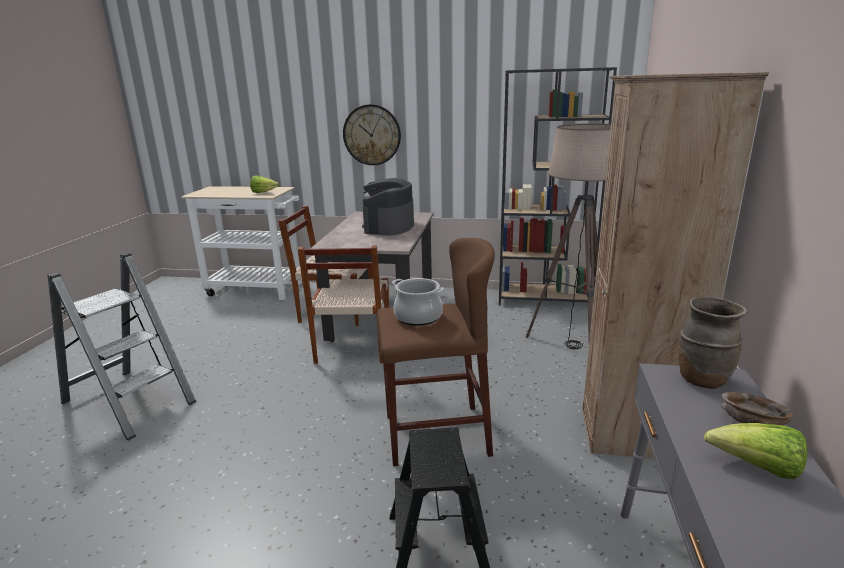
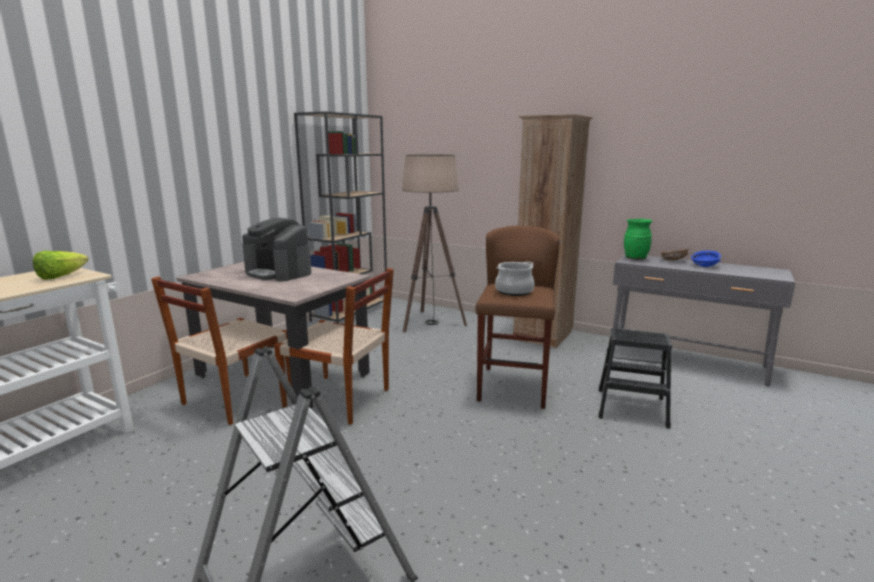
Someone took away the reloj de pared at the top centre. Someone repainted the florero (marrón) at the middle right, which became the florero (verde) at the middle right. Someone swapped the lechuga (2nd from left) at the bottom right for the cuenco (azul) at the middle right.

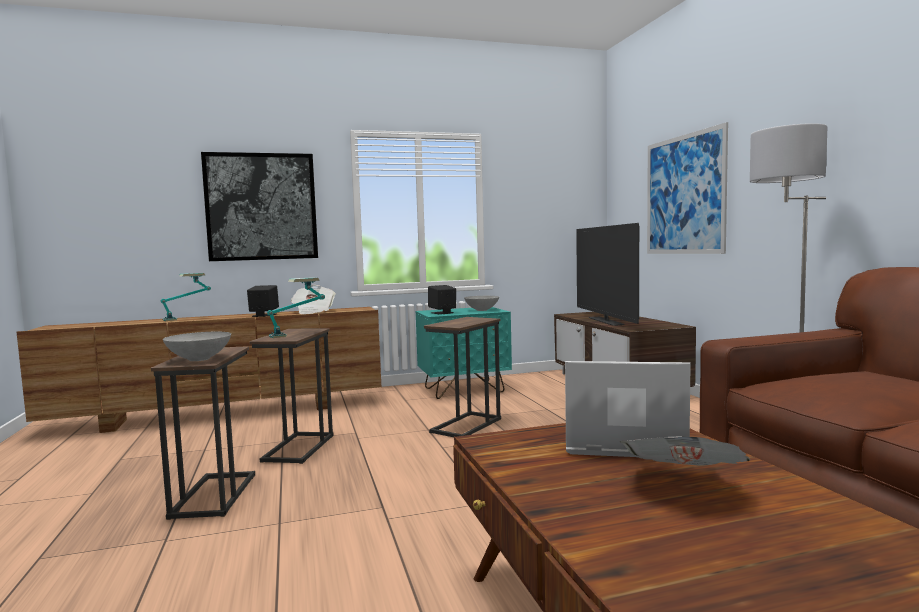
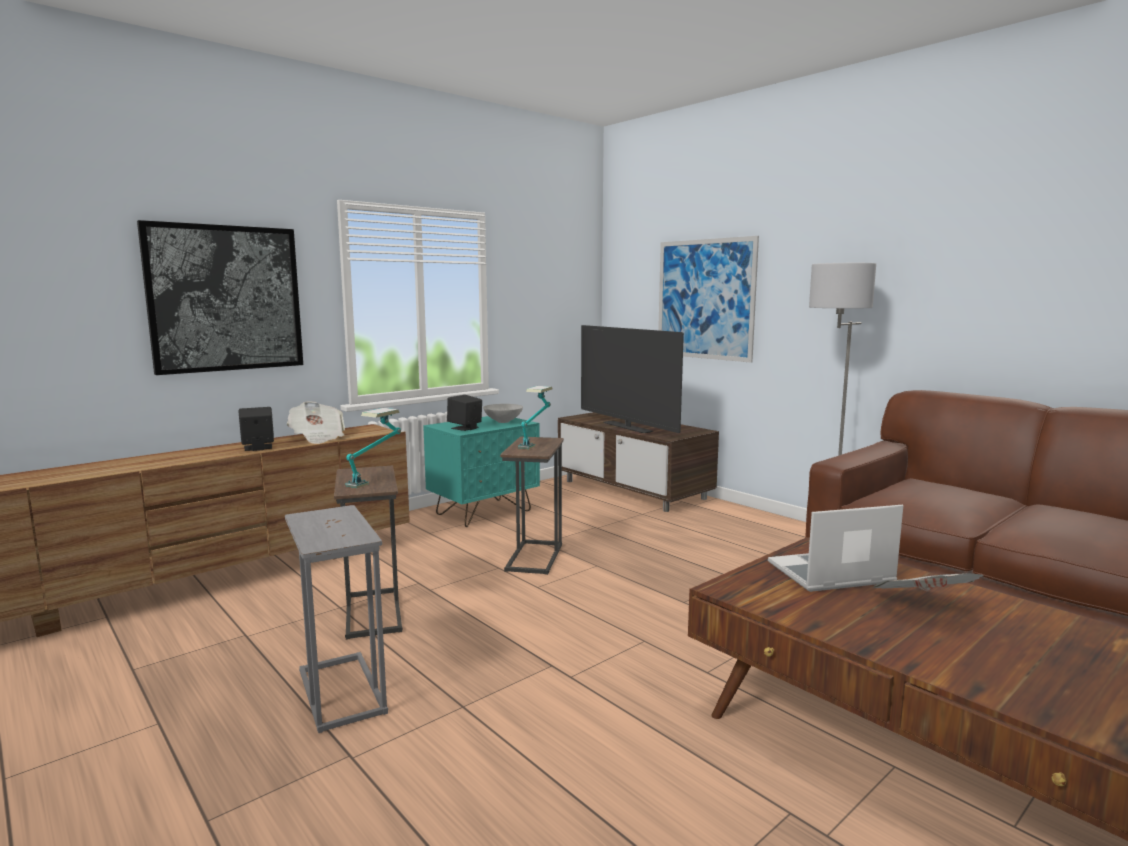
Someone repainted the mesa auxiliar (marrón) (1st from left) at the bottom left, which became the mesa auxiliar (gris) at the bottom left. Someone carried the lámpara de mesa (1st from left in the first image) from the middle left to the centre. Someone took away the cuenco (gris) (1st from left) at the middle left.

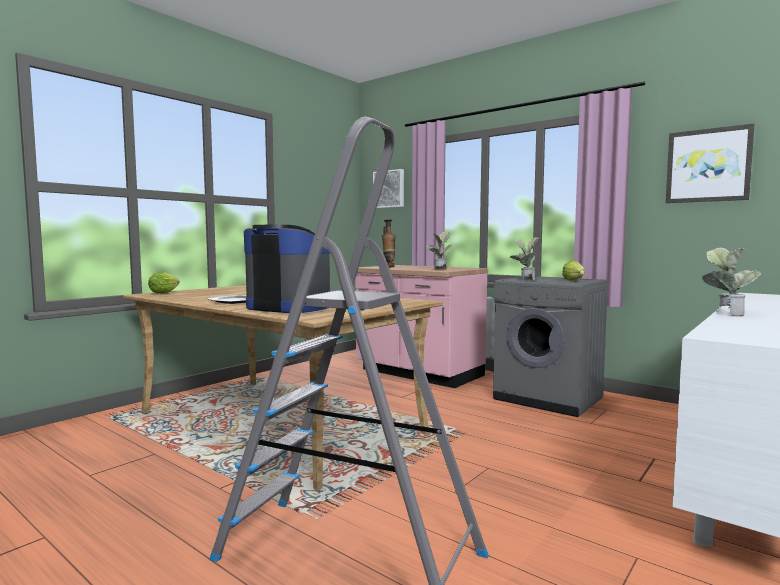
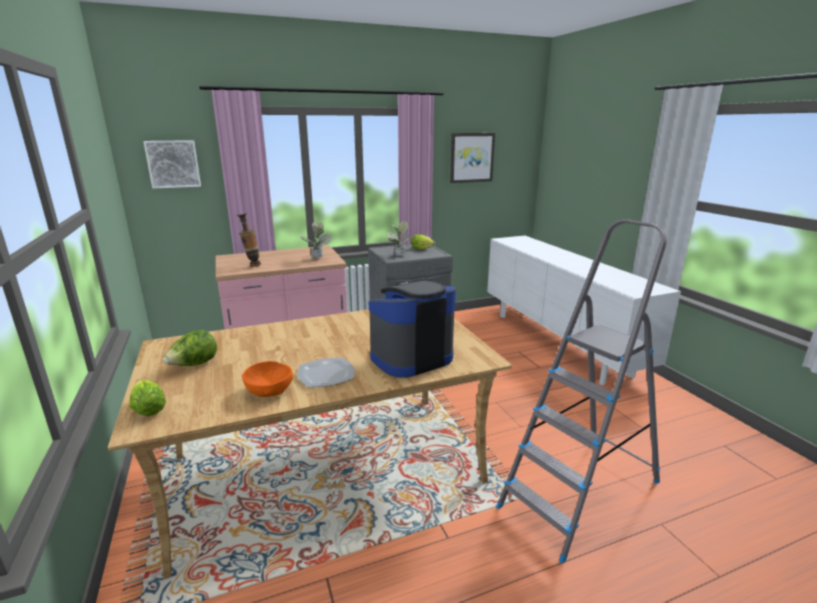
Someone took away the planta en maceta (3rd from left) at the middle right. Someone put down the lechuga (2nd from left) at the middle left. Someone put down the cuenco (naranja) at the middle left.

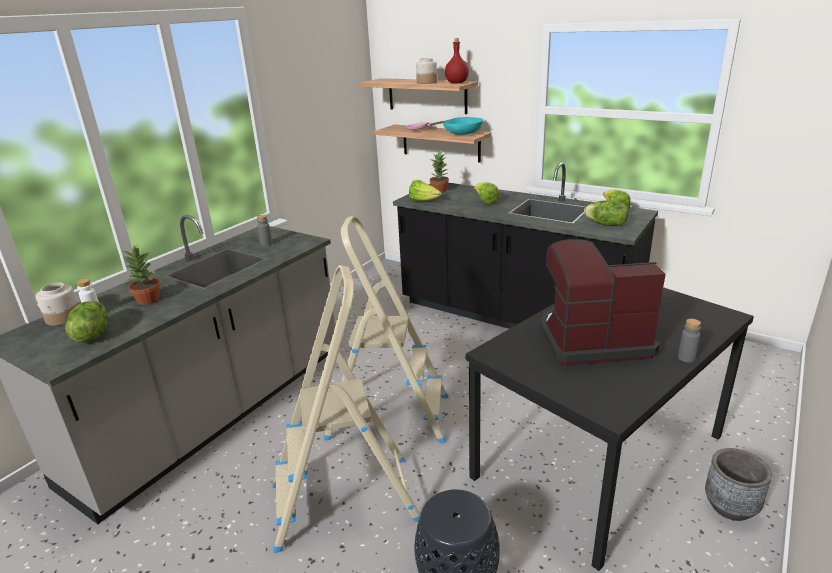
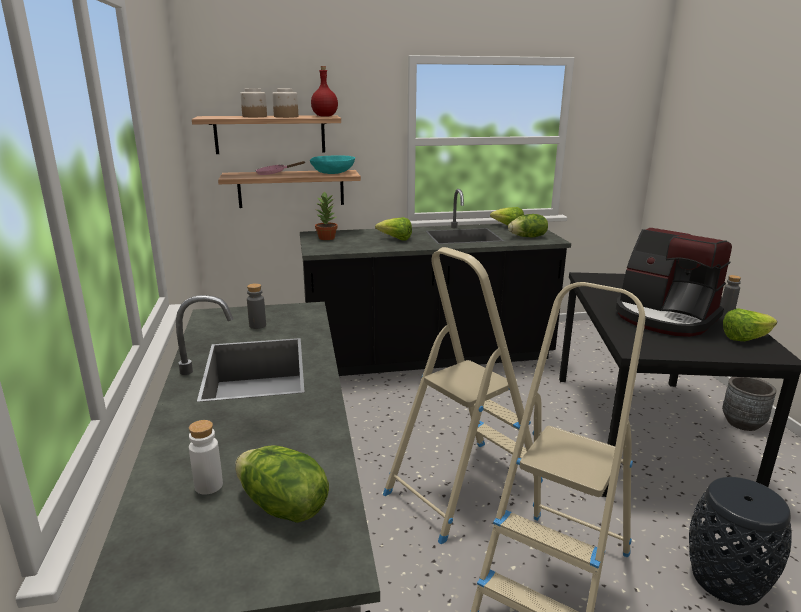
Someone carried the tarro (1st from left) from the middle left to the top left. Someone took away the planta en maceta (1st from left) at the middle left. Someone carried the lechuga (2nd from left in the first image) from the top centre to the middle right. Someone rotated the cafetera at the middle right by 90 degrees counterclockwise.

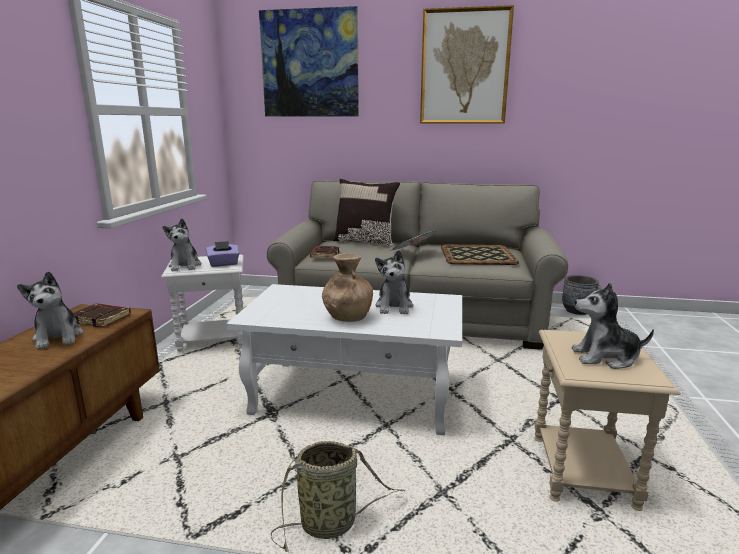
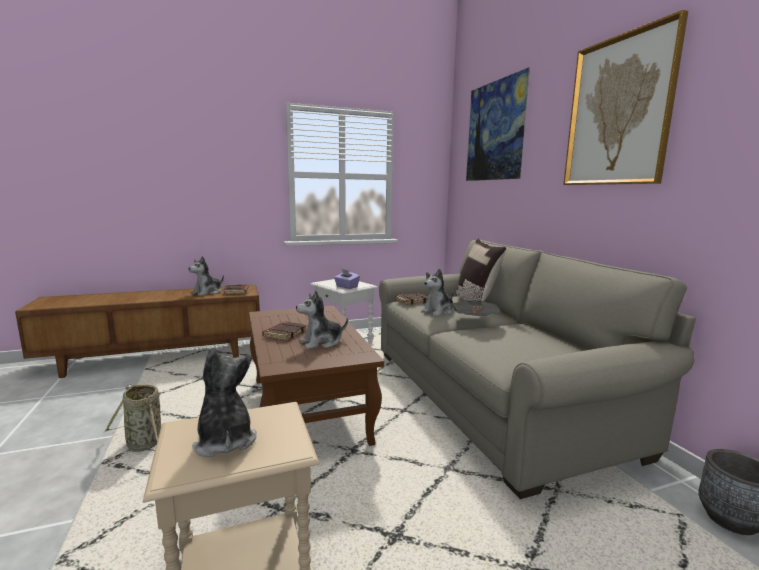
Someone carried the peluche (2nd from left in the first image) from the middle left to the centre. Someone repainted the mesa de centro (blanco) at the centre, which became the mesa de centro (marrón) at the centre. Someone swapped the florero (marrón) at the centre for the libro (marrón) (2nd from left) at the centre. Someone took away the bandeja at the centre.

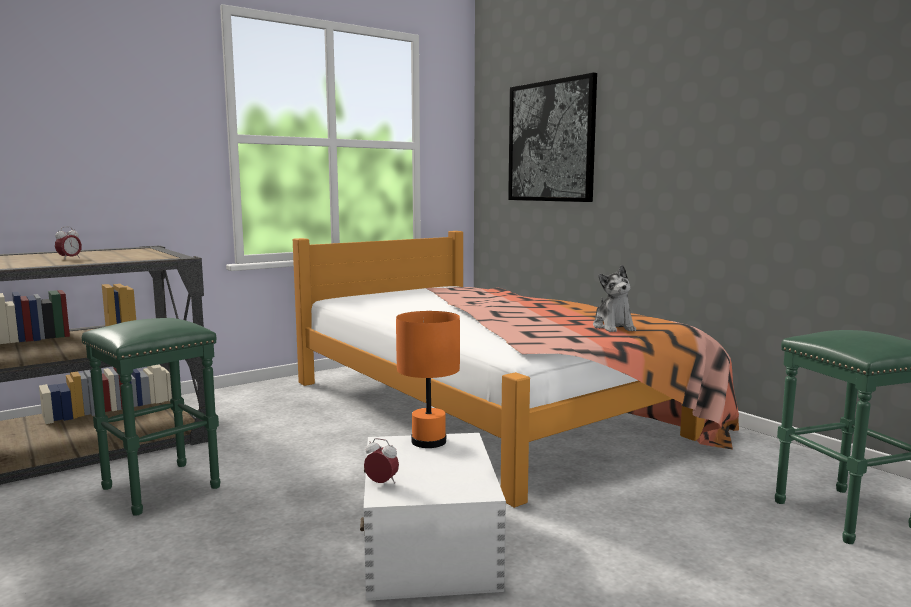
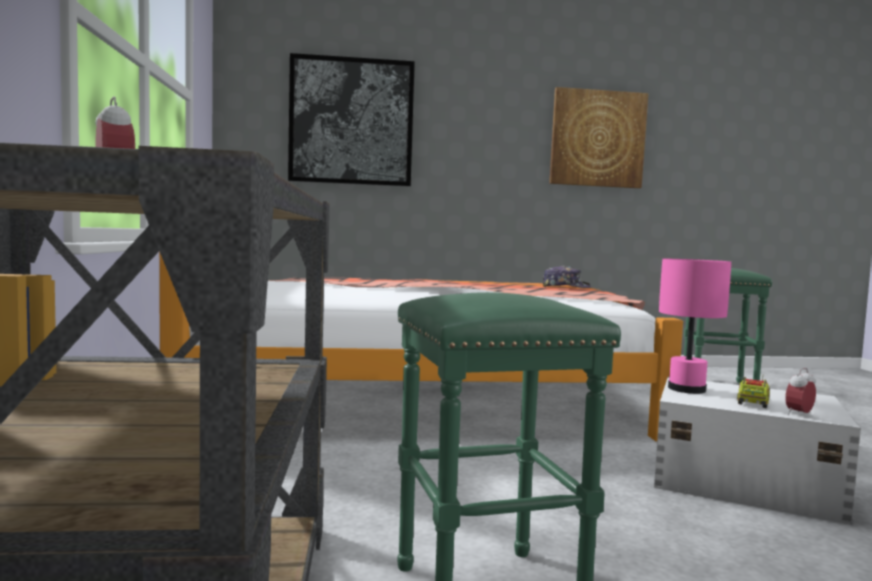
Someone repainted the lámpara de mesa (naranja) at the centre, which became the lámpara de mesa (rosa) at the middle right. Someone swapped the peluche at the middle right for the gorra at the centre. Someone put up the cuadro (2nd from left) at the top right. Someone put down the camión de juguete at the bottom right.

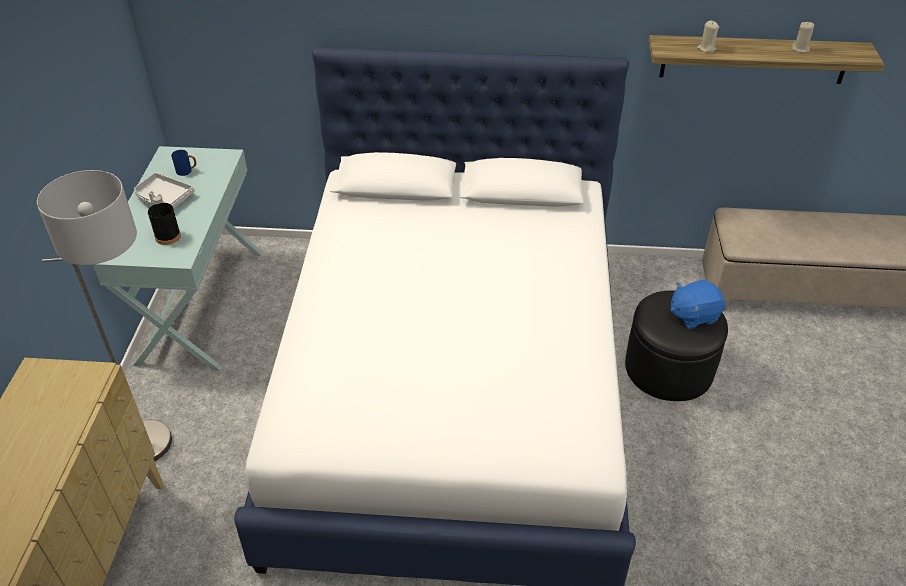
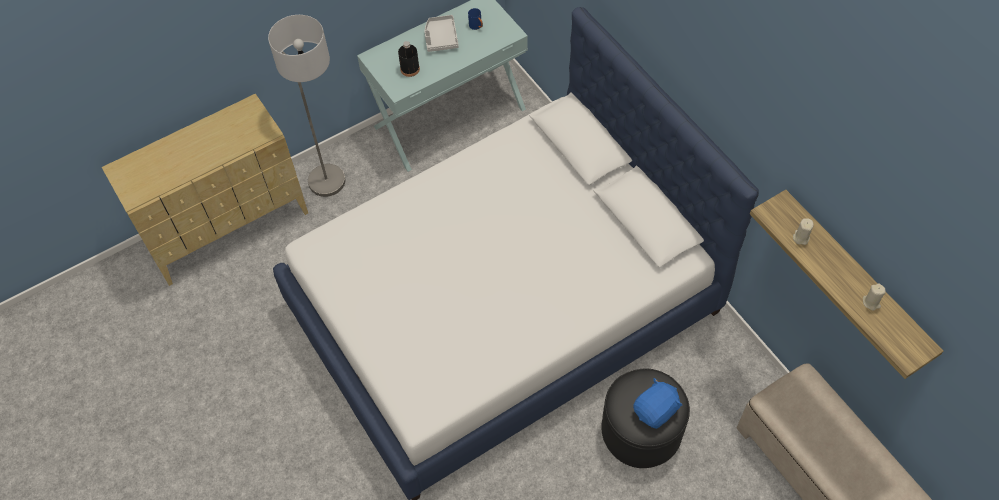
Someone rotated the peluche (azul) at the middle right by 105 degrees clockwise.

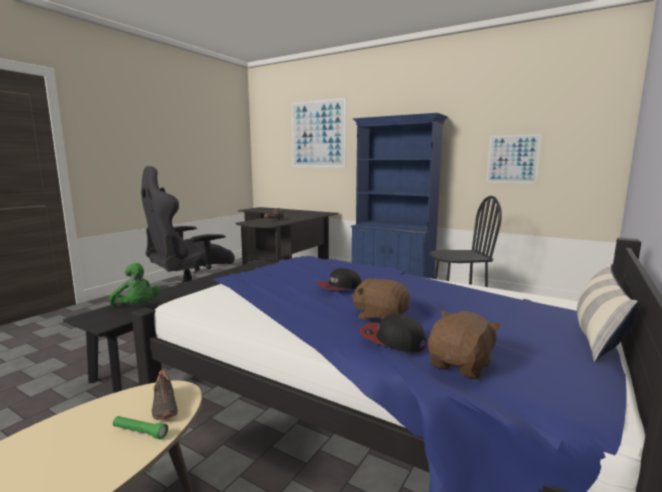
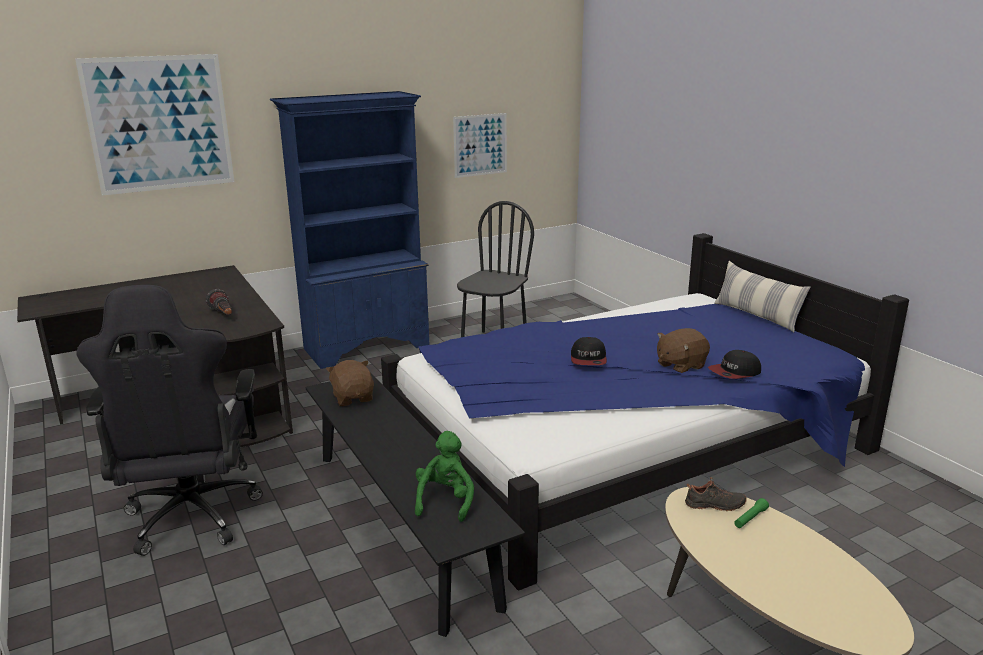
Someone rotated the peluche (verde) at the middle left by 60 degrees counterclockwise. Someone carried the peluche (marrón) (2nd from left in the first image) from the bottom right to the centre.

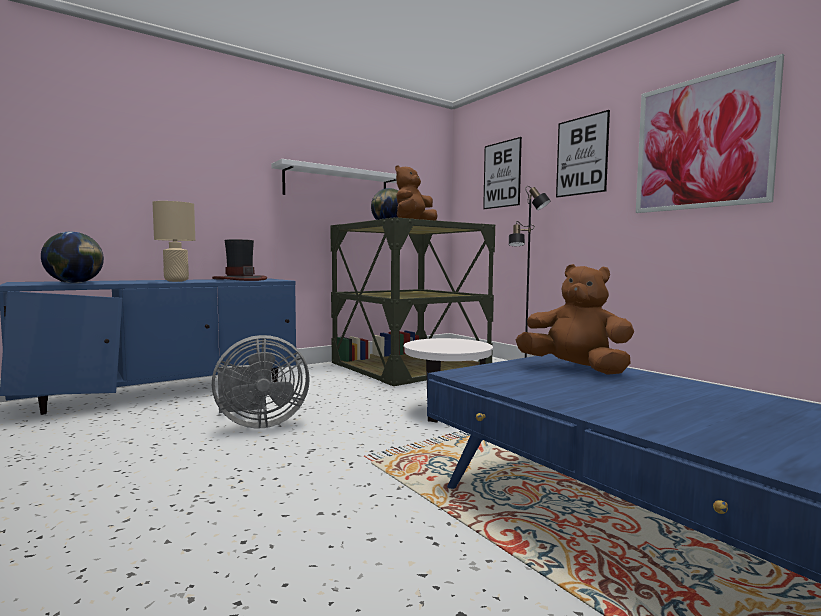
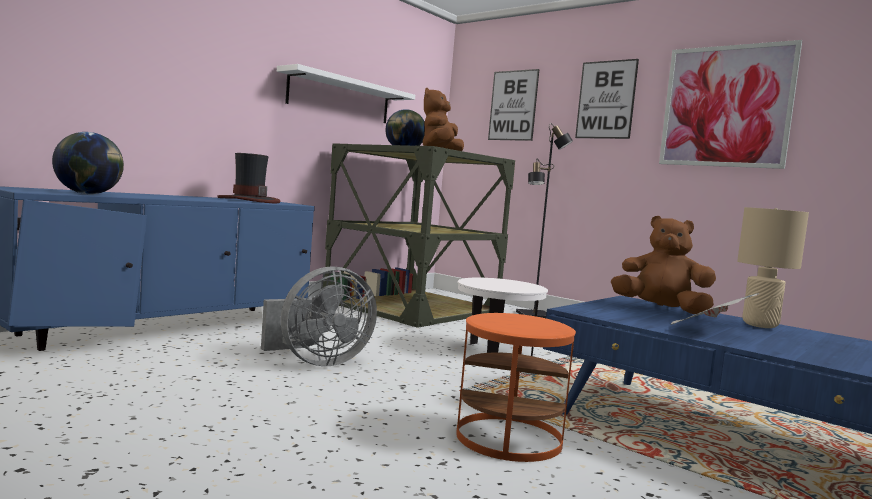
Someone carried the lámpara de mesa (beis) from the middle left to the middle right. Someone put down the mesa auxiliar (naranja) at the bottom centre. Someone put down the periódico at the middle right.

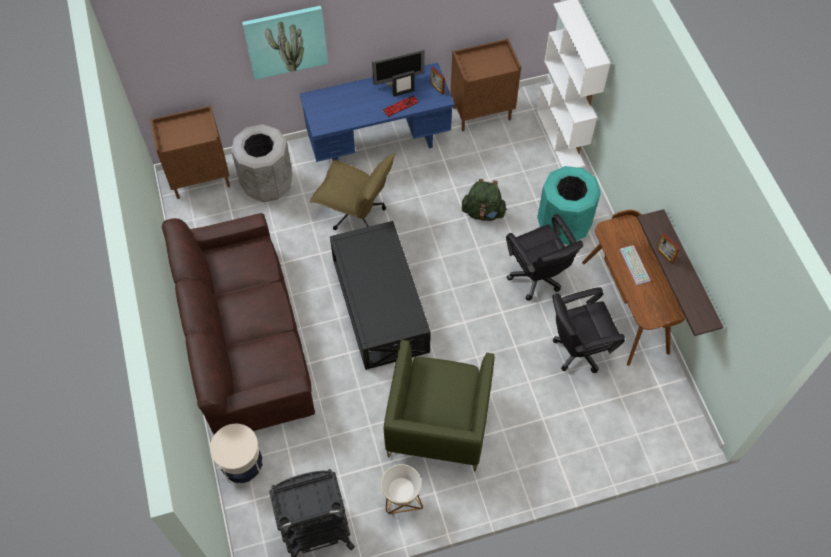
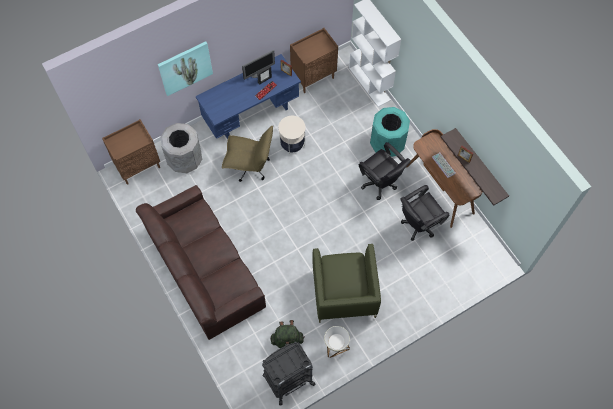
Someone carried the mesa auxiliar (beis) from the bottom left to the top centre. Someone took away the mesa de centro (negro) at the centre. Someone carried the mochila (verde) from the centre to the bottom centre.

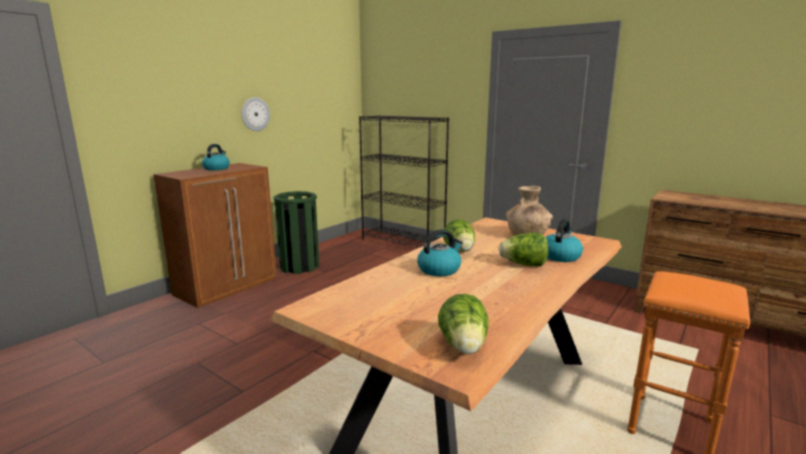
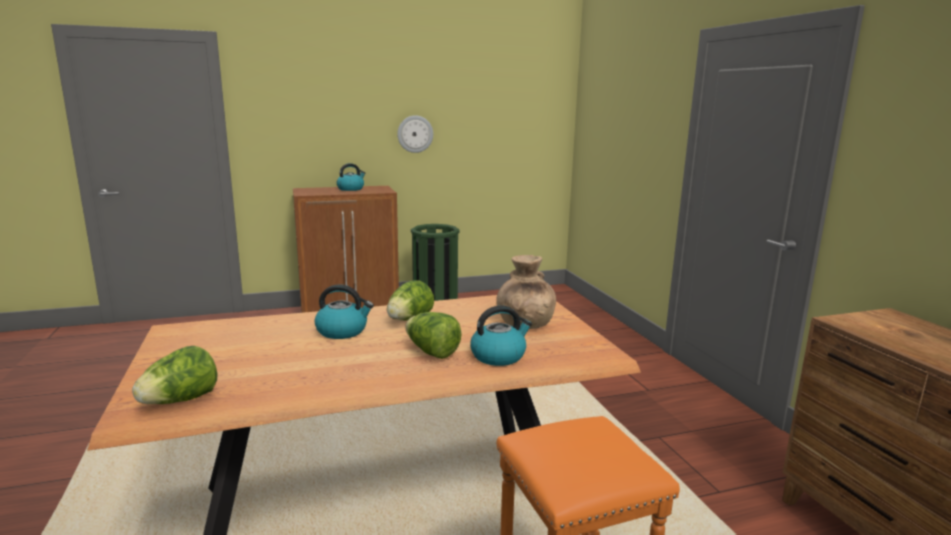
Someone took away the estantería (negro) at the centre.

